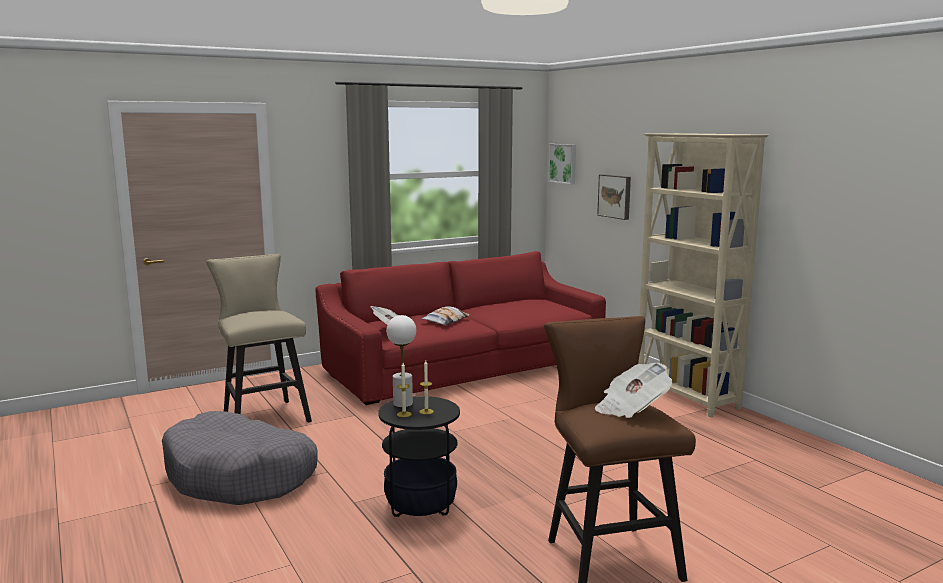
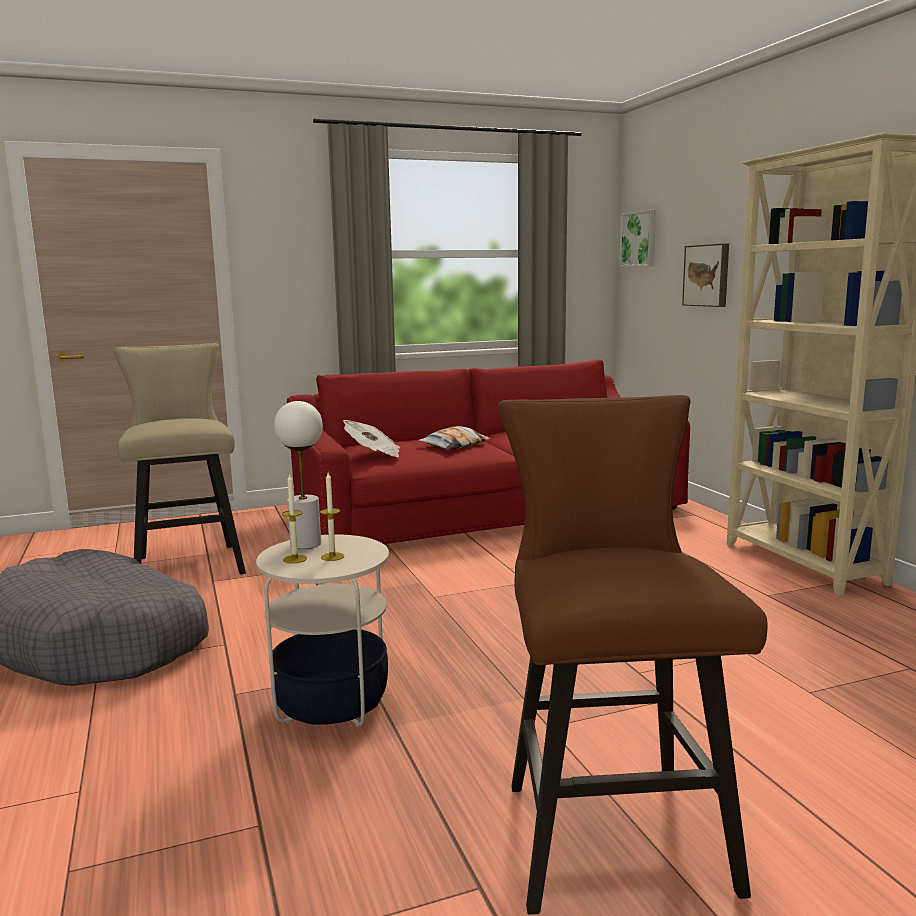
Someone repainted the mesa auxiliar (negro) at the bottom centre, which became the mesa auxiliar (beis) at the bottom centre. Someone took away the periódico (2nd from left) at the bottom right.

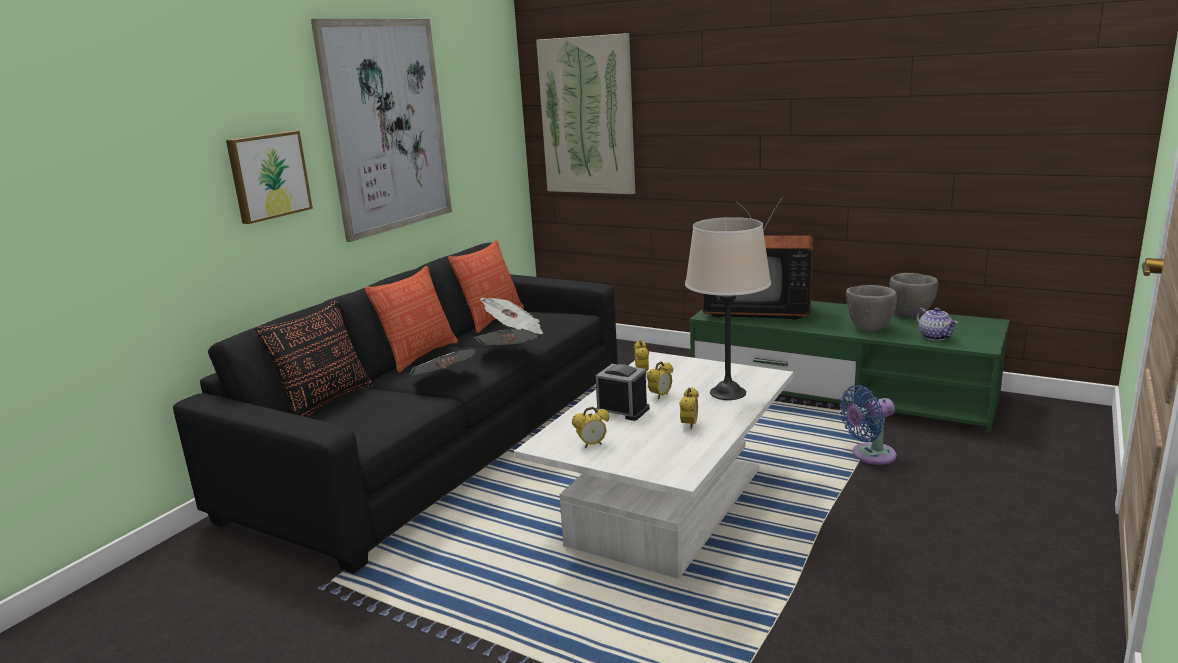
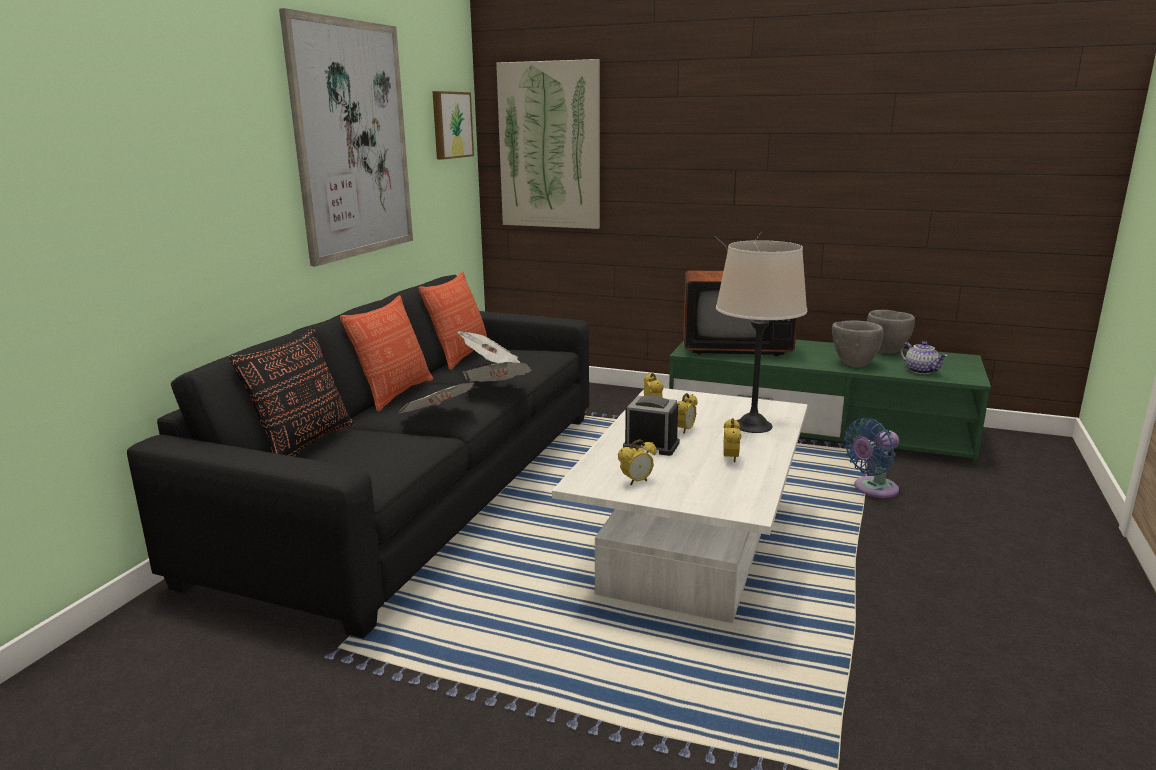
Someone carried the cuadro (1st from left in the first image) from the top left to the top centre.

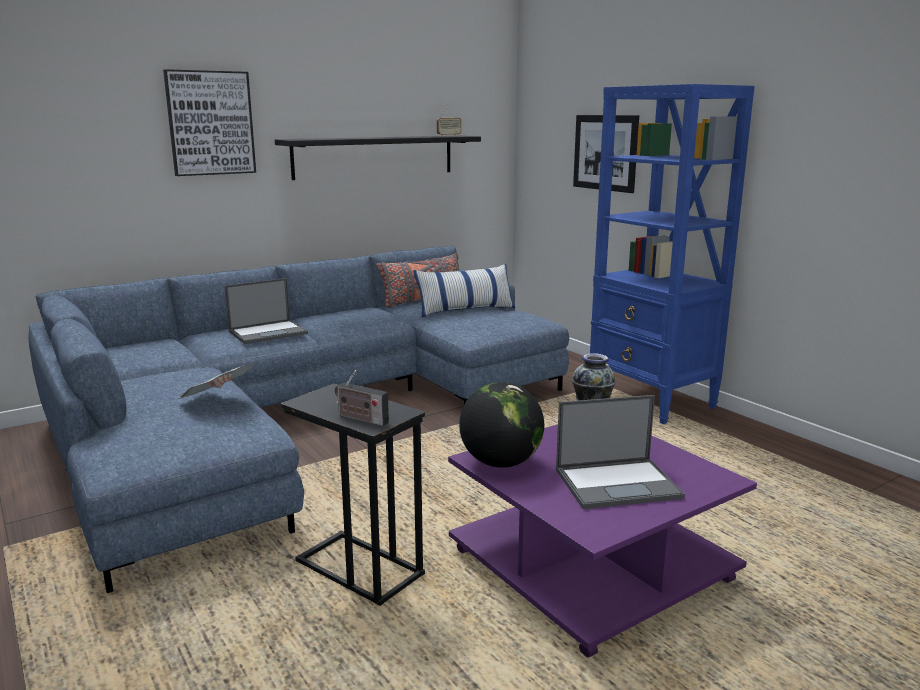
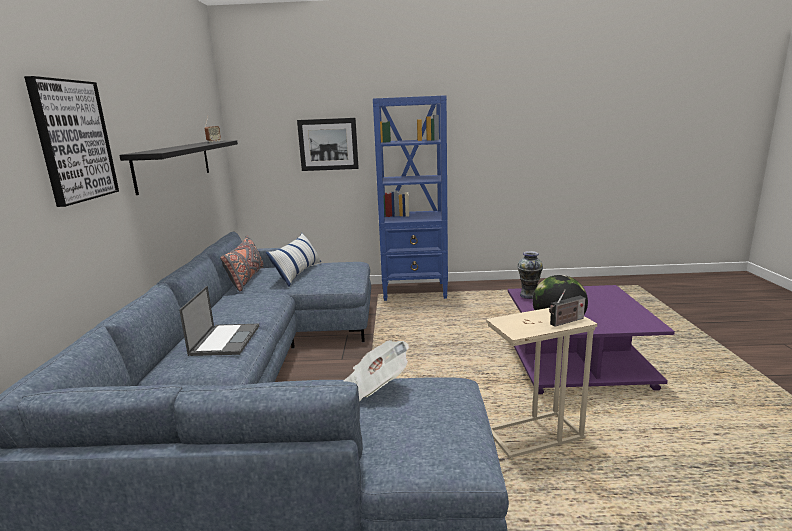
Someone repainted the mesa auxiliar (negro) at the bottom centre, which became the mesa auxiliar (beis) at the bottom right. Someone took away the portátil (2nd from left) at the middle right.

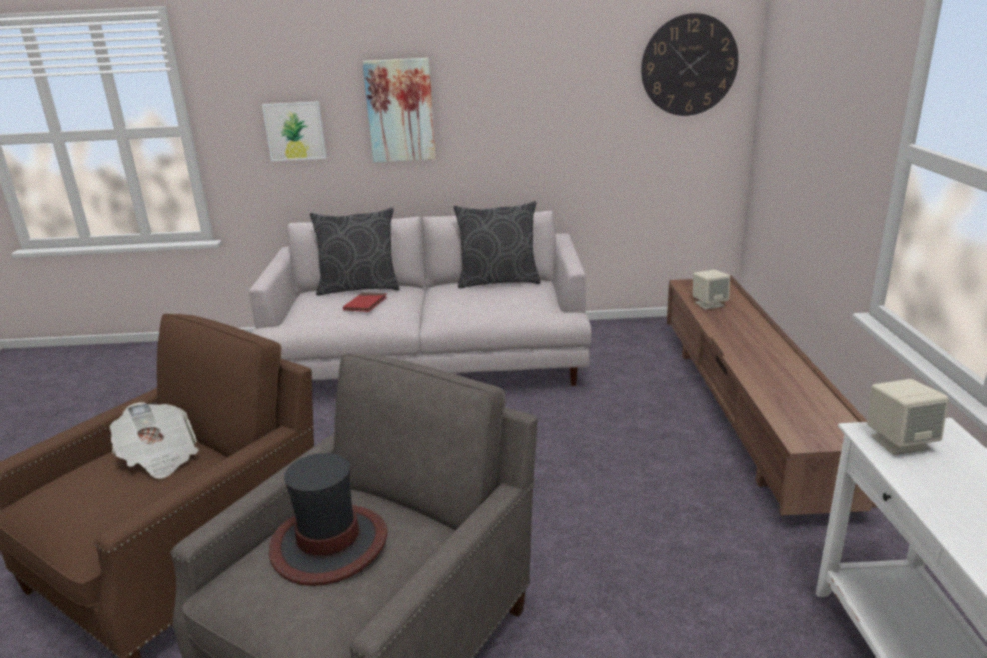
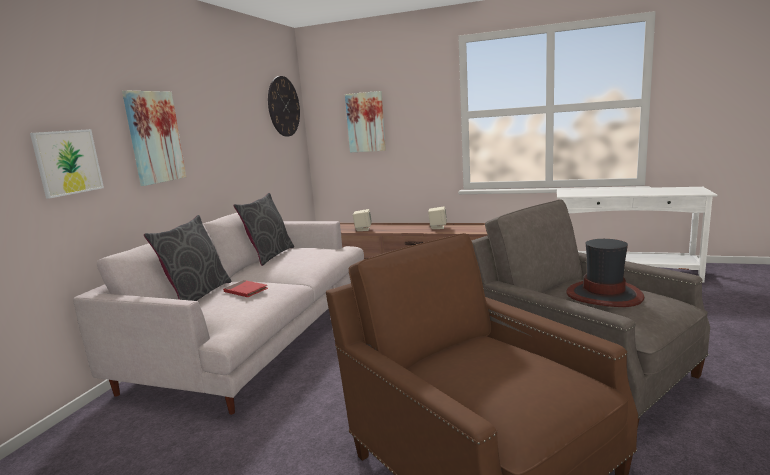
Someone took away the periódico at the bottom left. Someone carried the altavoz (beis) (2nd from left) from the middle right to the centre. Someone put up the cuadro (3rd from left) at the top centre.

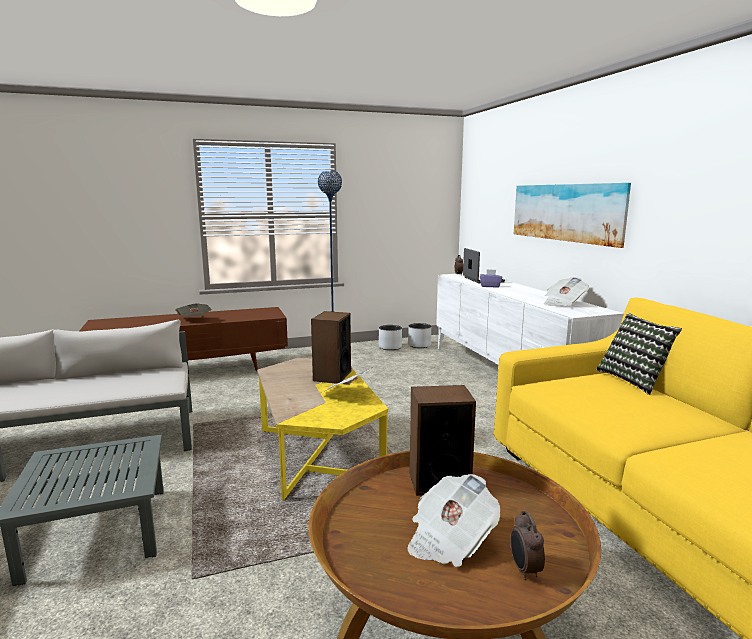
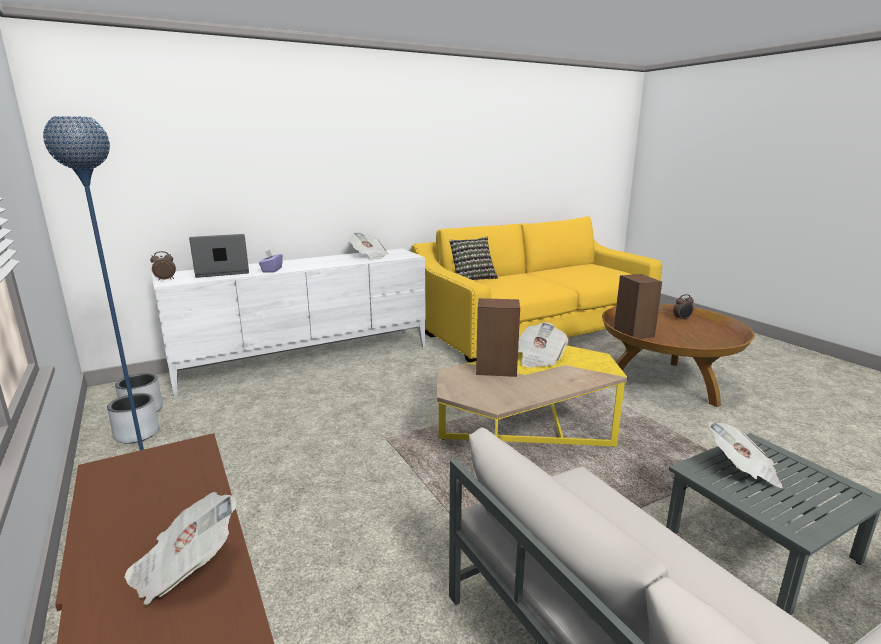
Someone carried the periódico (3rd from left in the first image) from the bottom centre to the bottom right. Someone took away the cuadro at the middle right.

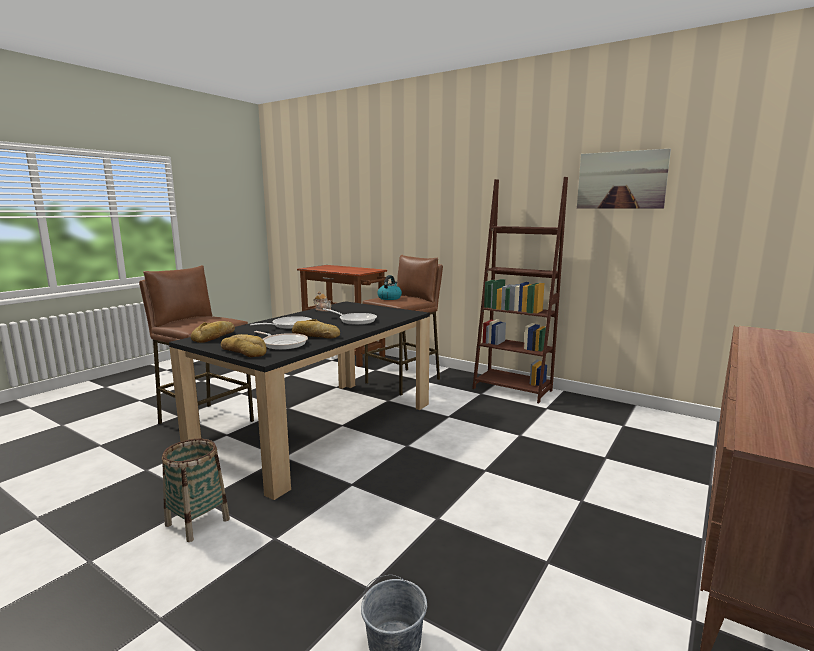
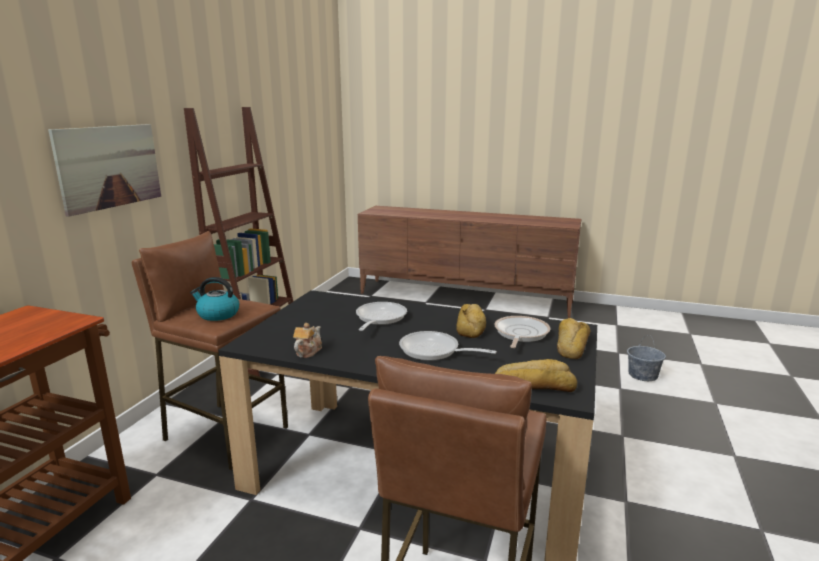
Someone took away the cesta at the bottom left. Someone carried the cuadro from the top right to the top left.

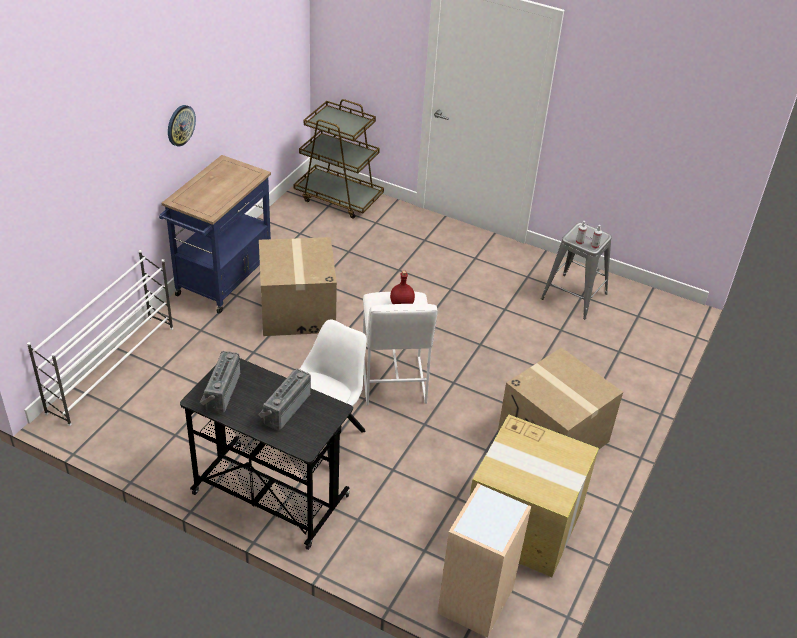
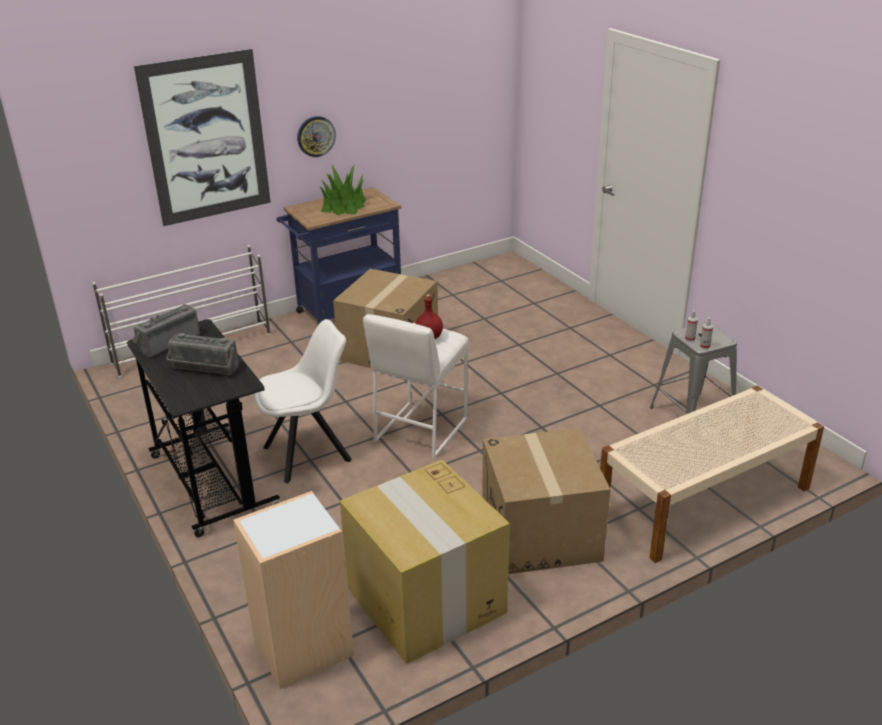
Someone rotated the radio (2nd from left) at the centre by 135 degrees counterclockwise. Someone took away the carrito (marrón) at the top centre. Someone put up the cuadro at the top left. Someone put down the planta en maceta at the top centre. Someone put down the banco (beis) at the middle right.

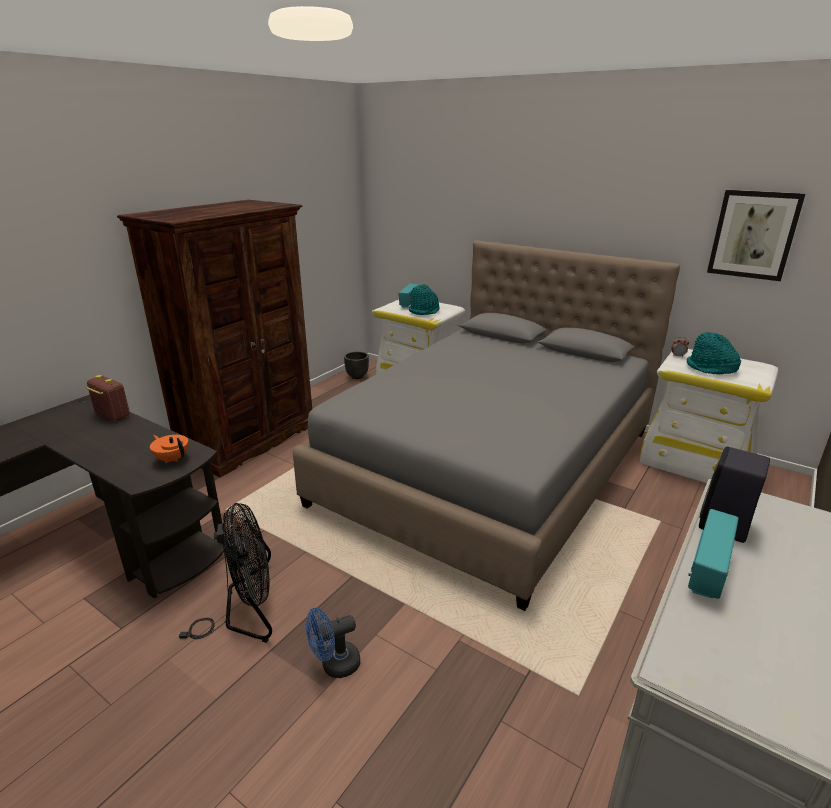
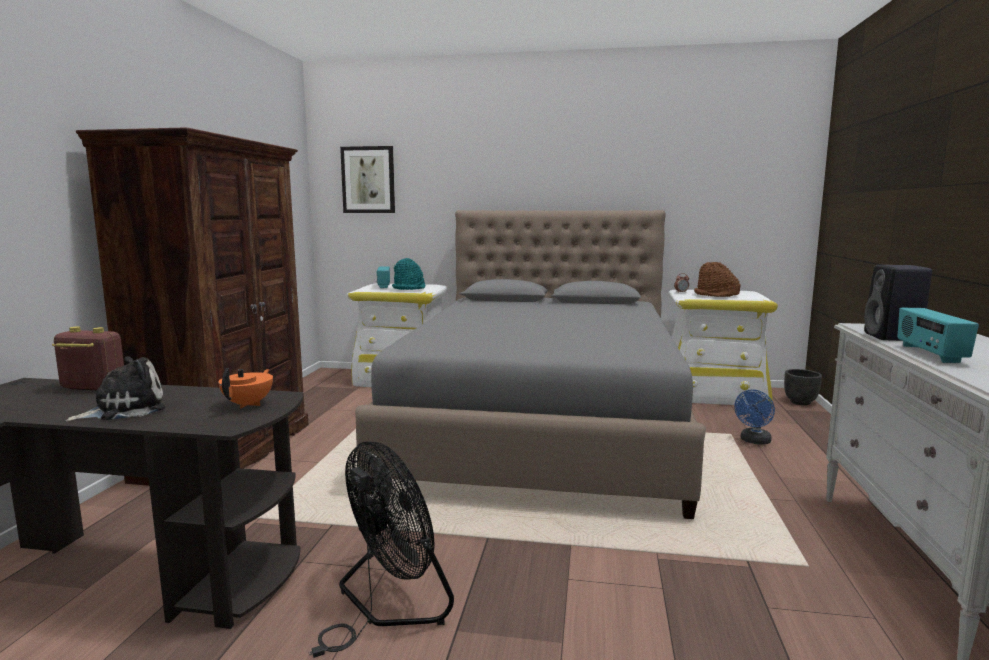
Someone rotated the tetera (naranja) at the middle left by 90 degrees clockwise. Someone carried the ventilador (azul) from the bottom centre to the middle right. Someone carried the maceta (negro) from the centre to the middle right. Someone repainted the sombrero (turquesa) (2nd from left) at the middle right, which became the sombrero (marrón) at the middle right. Someone carried the cuadro from the top right to the top centre. Someone put down the peluche at the middle left.

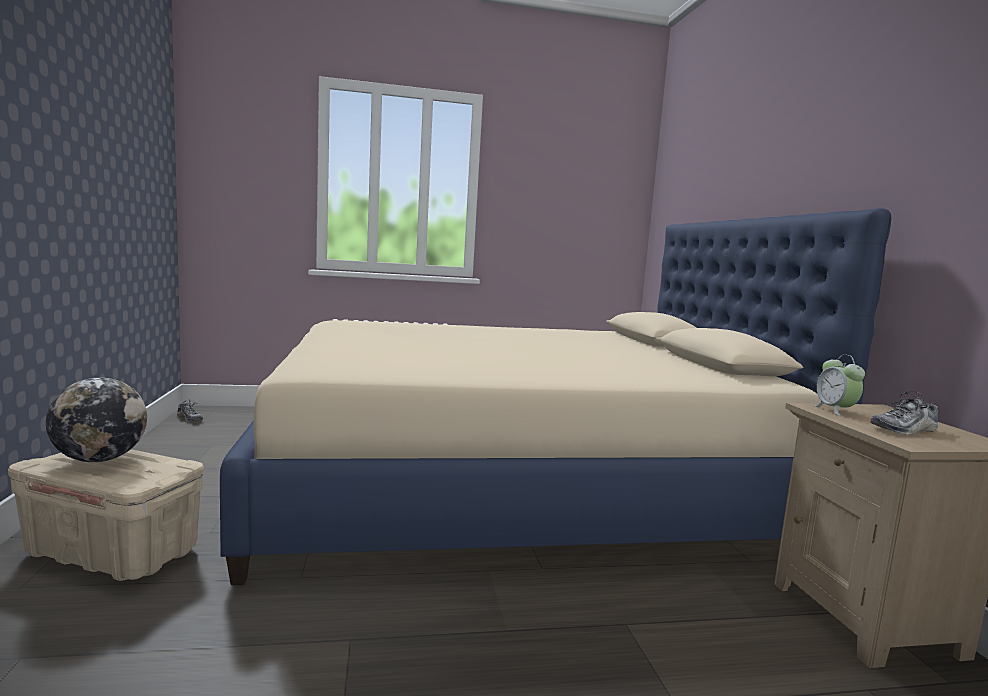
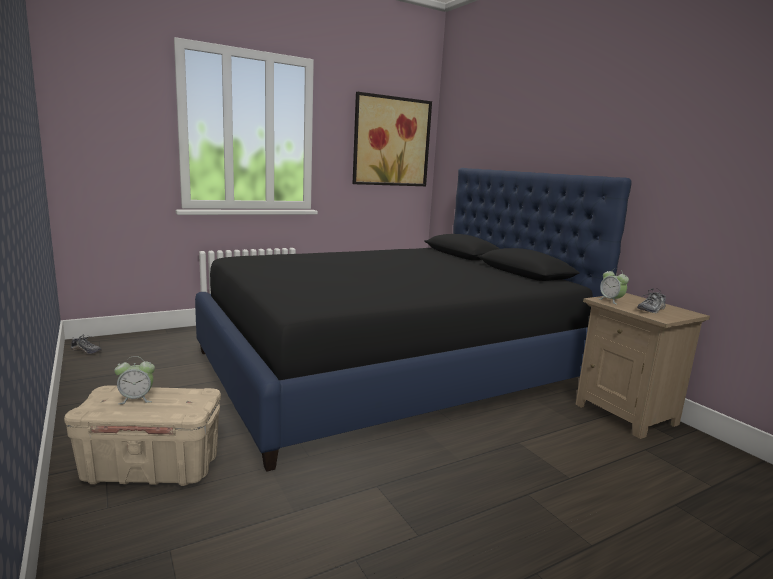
Someone swapped the globo terráqueo at the middle left for the despertador (1st from left) at the middle left. Someone repainted the cama (beis) at the centre, which became the cama (negro) at the centre. Someone put up the cuadro at the top centre.

